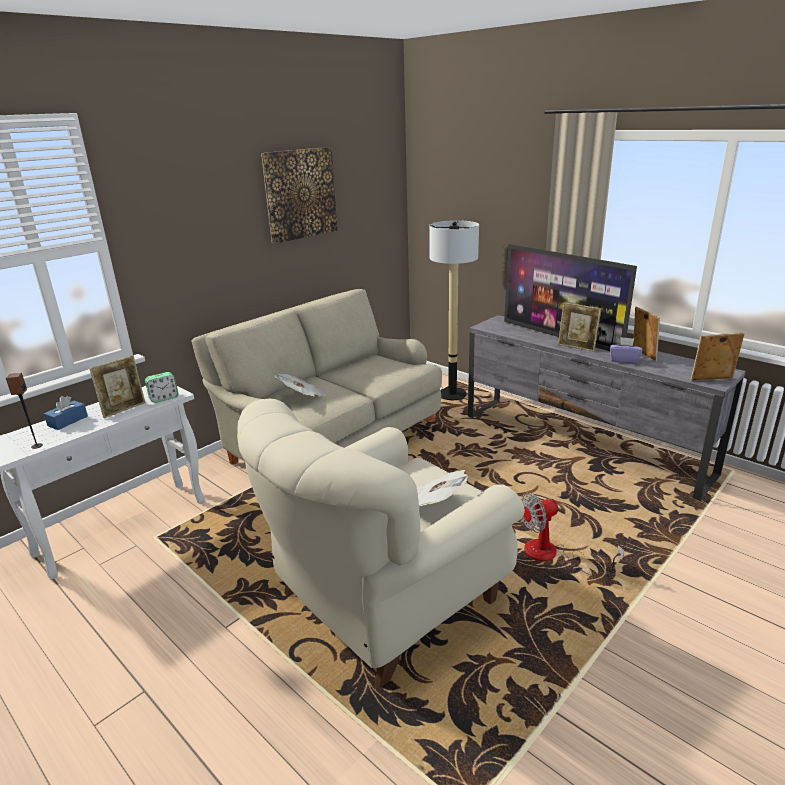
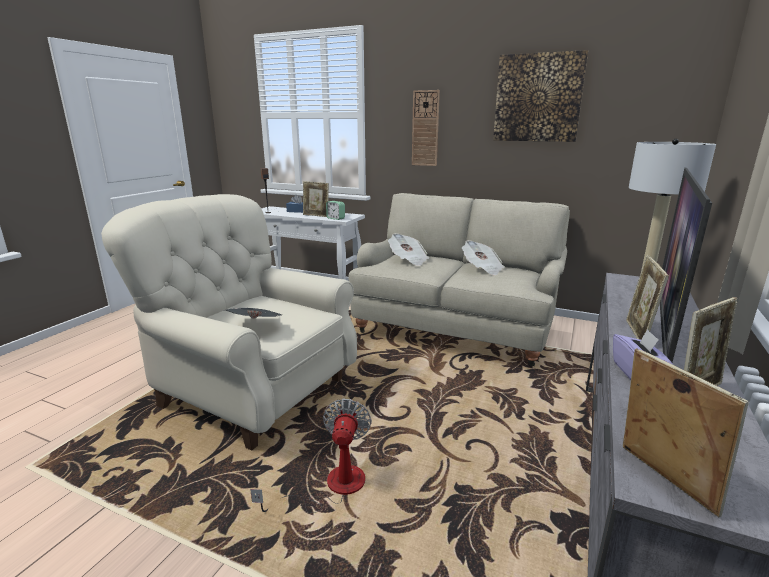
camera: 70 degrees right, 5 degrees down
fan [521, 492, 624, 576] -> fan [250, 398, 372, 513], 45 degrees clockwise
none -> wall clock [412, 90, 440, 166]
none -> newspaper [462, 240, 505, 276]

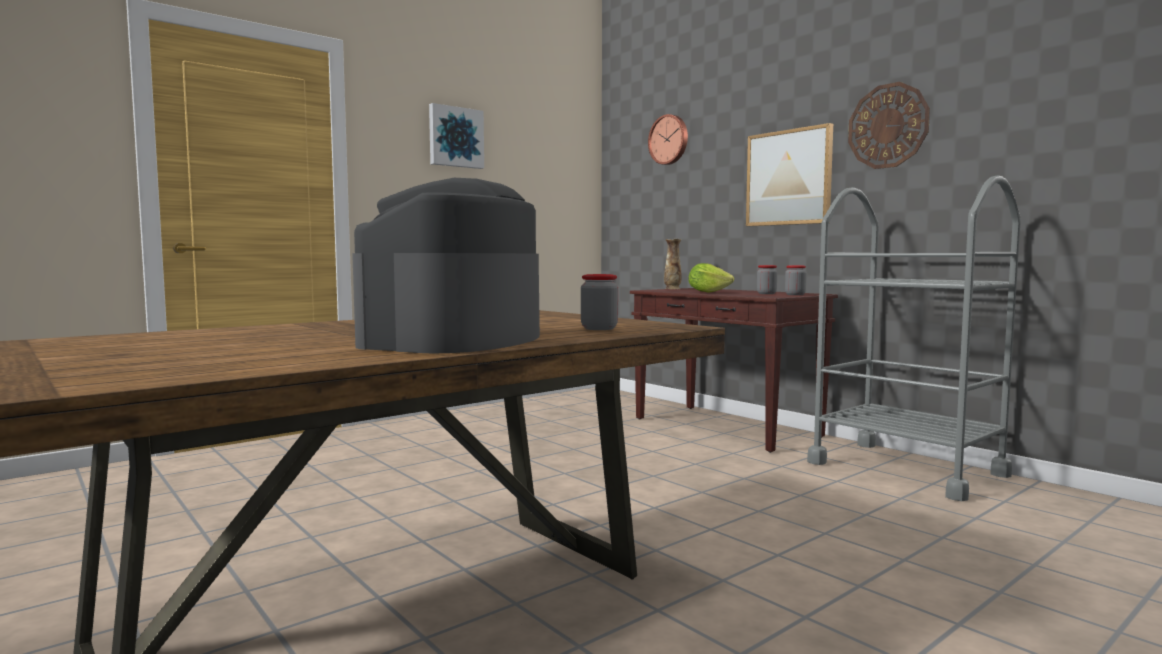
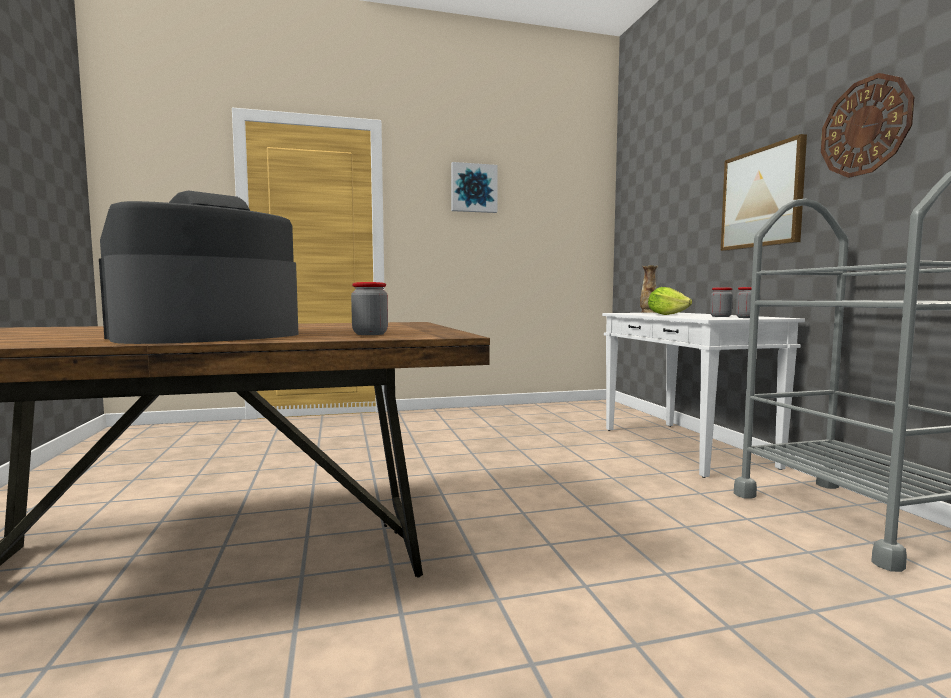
camera: 25 degrees right, 0 degrees up
console table in brown [630, 288, 838, 453] -> console table in white [602, 313, 805, 478]
wall clock [648, 114, 688, 165] -> none

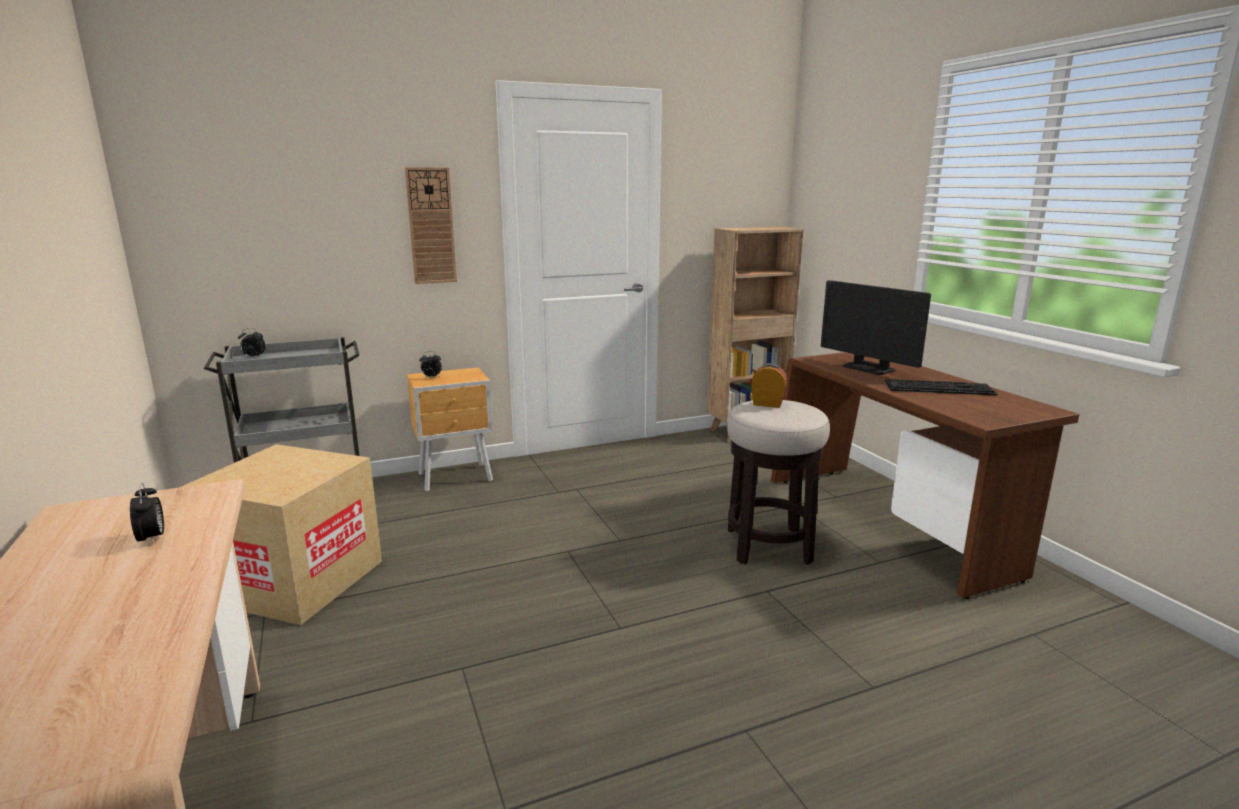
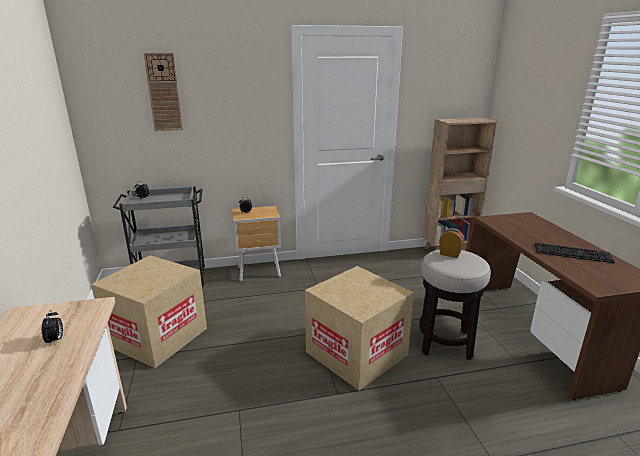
camera: 10 degrees right, 5 degrees up
wall clock [405, 167, 457, 284] -> wall clock [143, 53, 183, 131], shifted
none -> cardboard box [305, 266, 414, 391]
monitor [821, 280, 931, 375] -> none

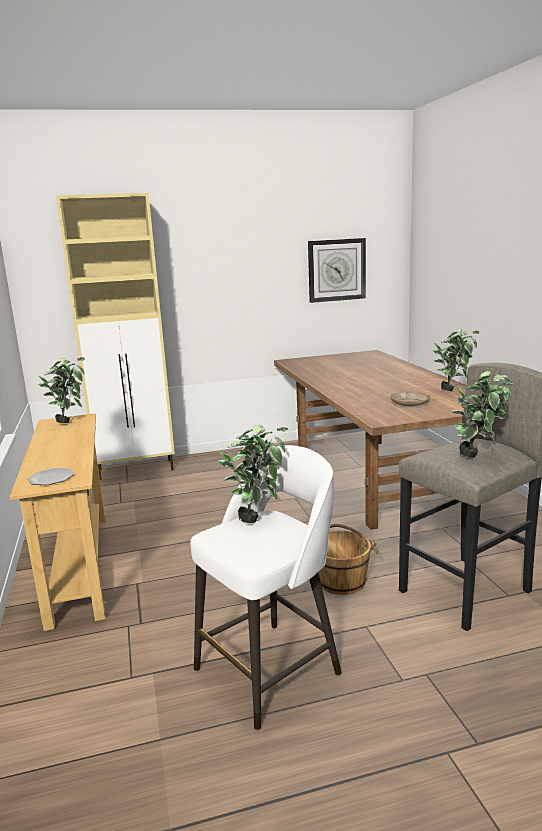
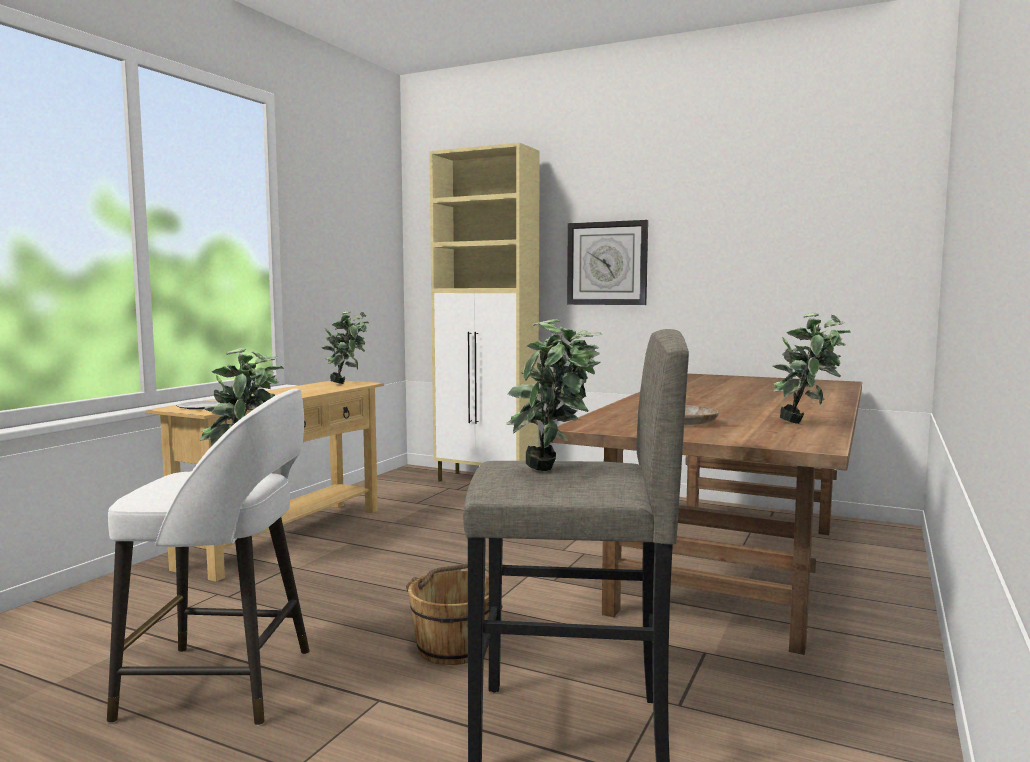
camera: 40 degrees right, 10 degrees down
wall clock [308, 238, 366, 303] -> wall clock [567, 220, 648, 305], shifted

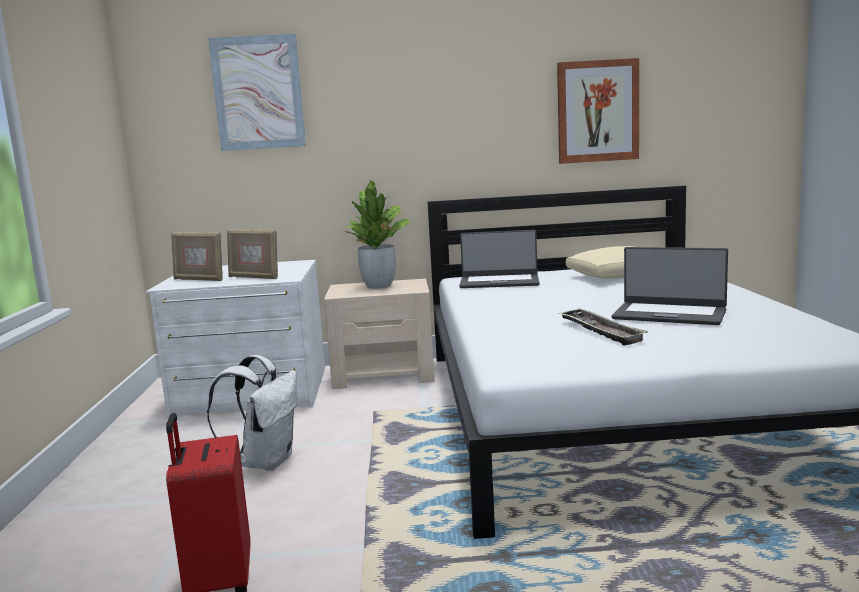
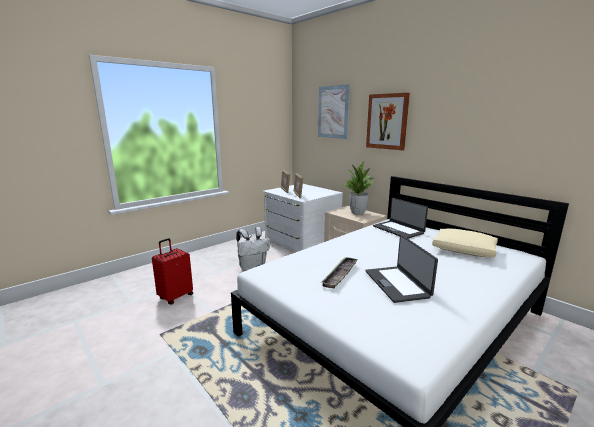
camera: 50 degrees right, 5 degrees up
picture [557, 58, 639, 164] -> picture [366, 93, 410, 150], shifted

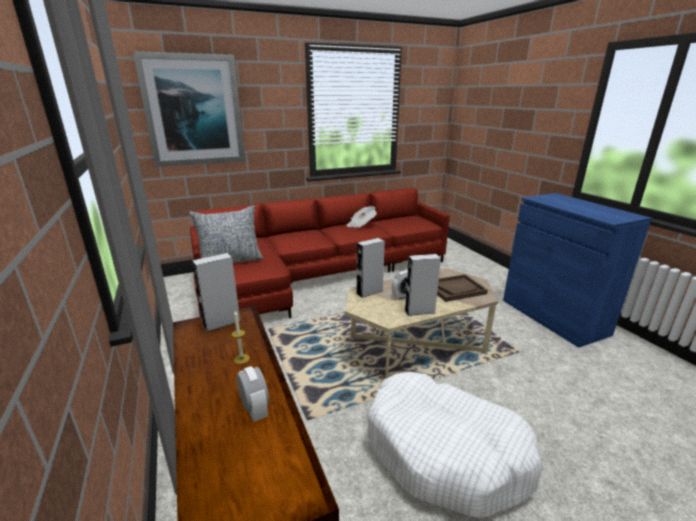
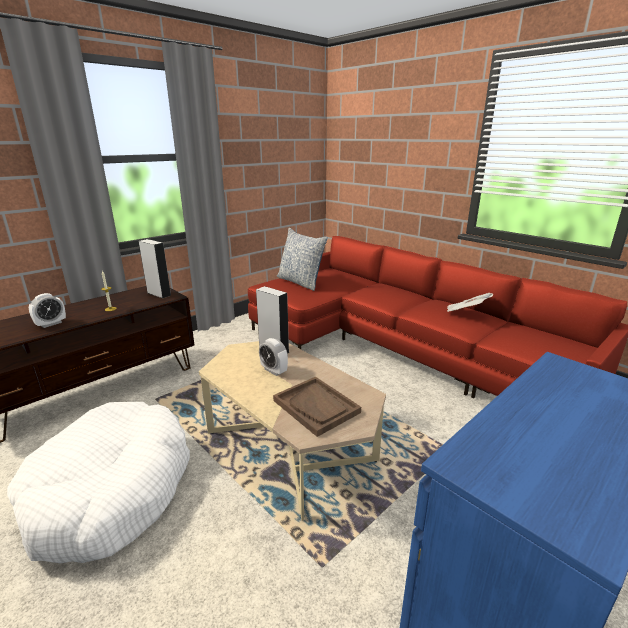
camera: 70 degrees right, 0 degrees up
picture [133, 51, 245, 167] -> none
speaker in grey [405, 254, 441, 316] -> none

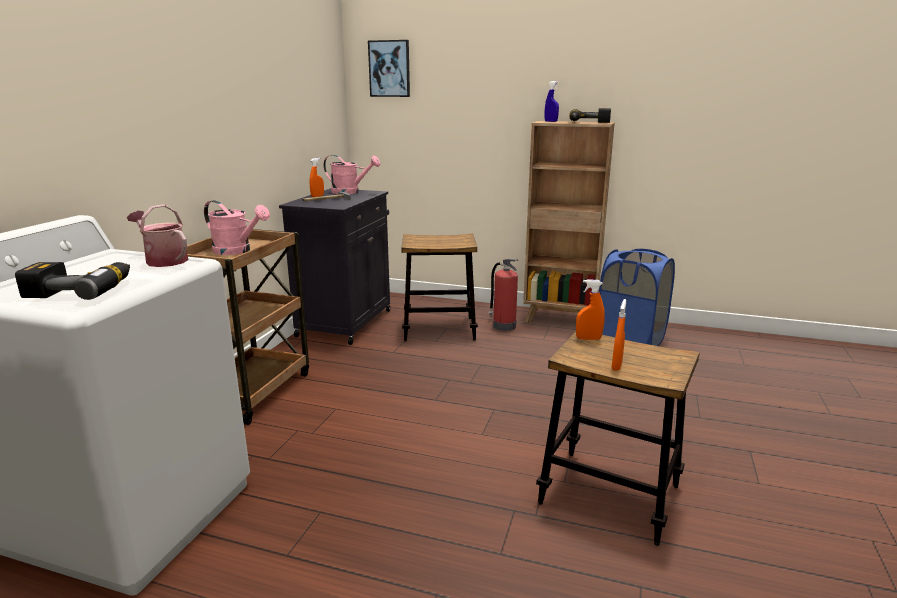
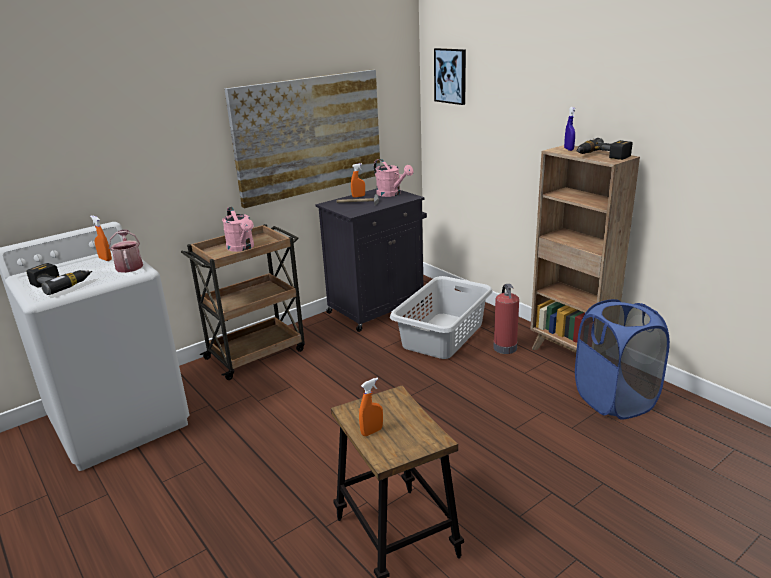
camera: 35 degrees right, 5 degrees up
spray bottle in orange [576, 279, 605, 340] -> spray bottle in orange [90, 216, 112, 261], shifted
none -> picture [224, 69, 380, 208]
stool [401, 234, 478, 342] -> laundry basket in grey [390, 276, 493, 359]

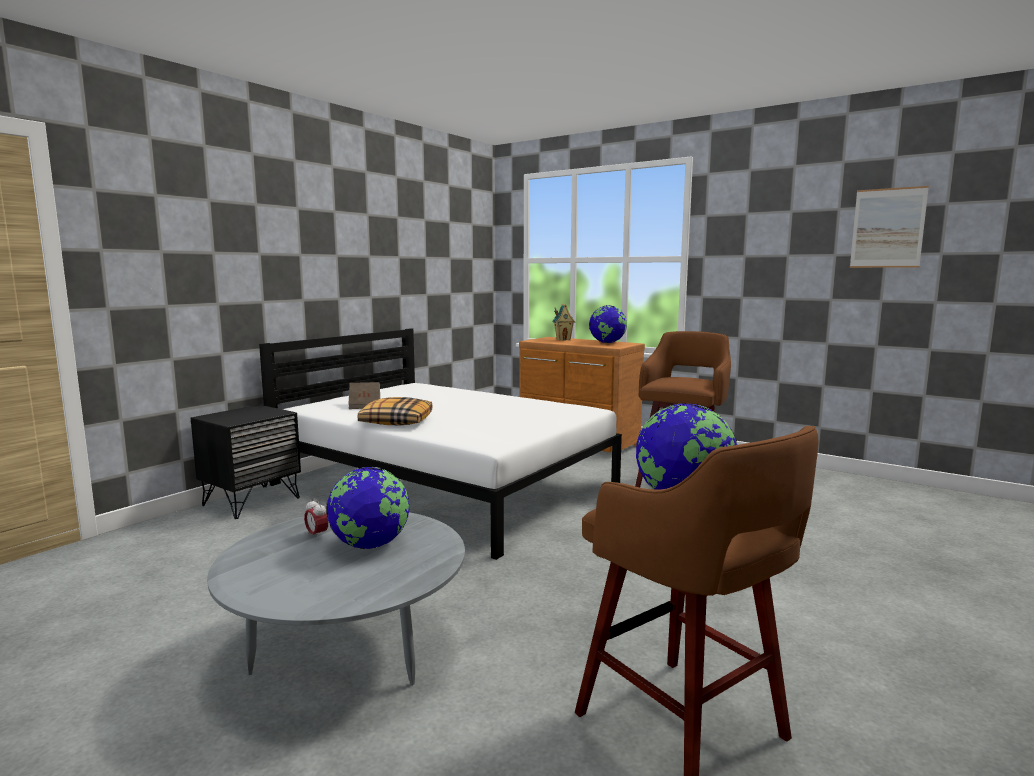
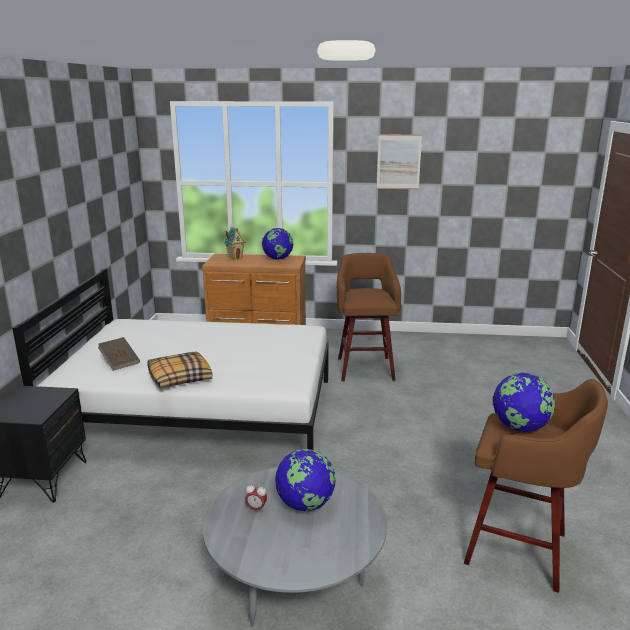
camera: 30 degrees left, 10 degrees up
picture [850, 186, 929, 268] -> picture [377, 134, 422, 189], shifted

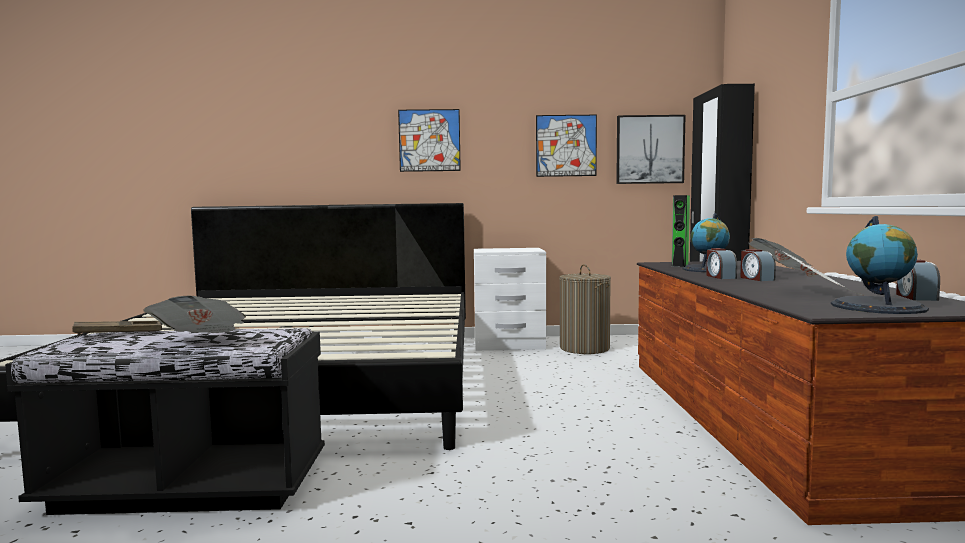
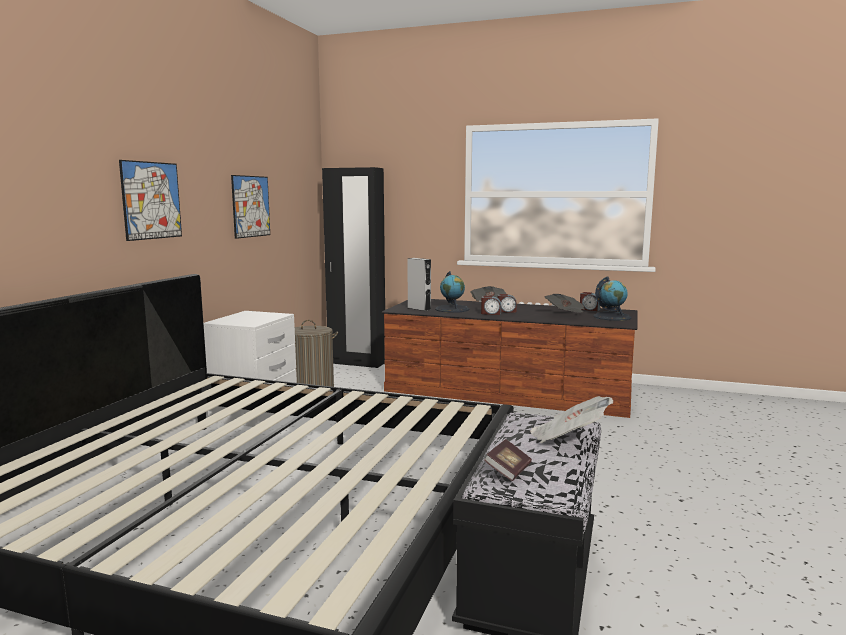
camera: 70 degrees left, 5 degrees up
speaker in green [672, 195, 690, 267] -> speaker in grey [408, 258, 431, 311]
tray in brown [72, 321, 162, 336] -> book [484, 439, 532, 481]
picture [616, 115, 686, 184] -> none

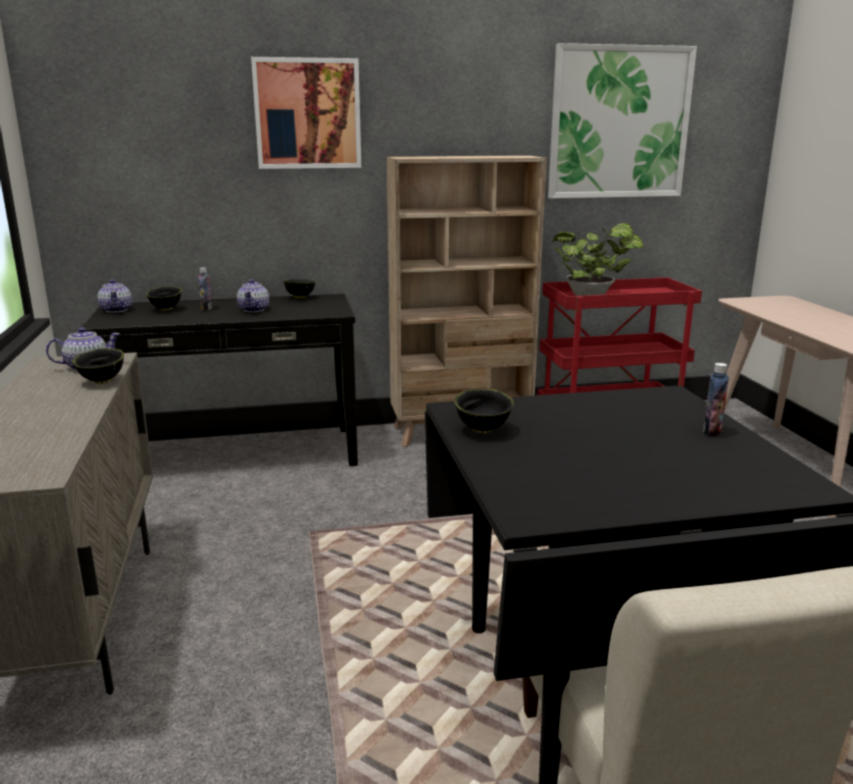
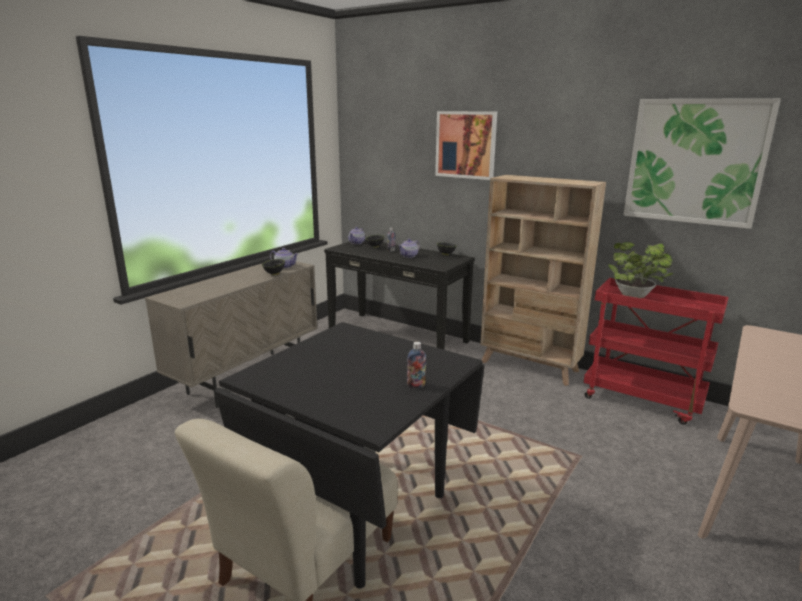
camera: 45 degrees right, 0 degrees up
bowl in black [454, 389, 514, 433] -> none

